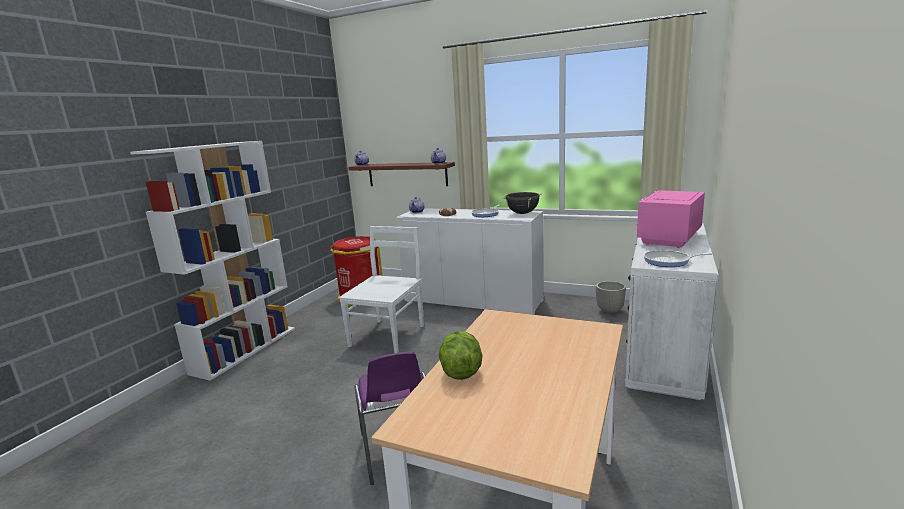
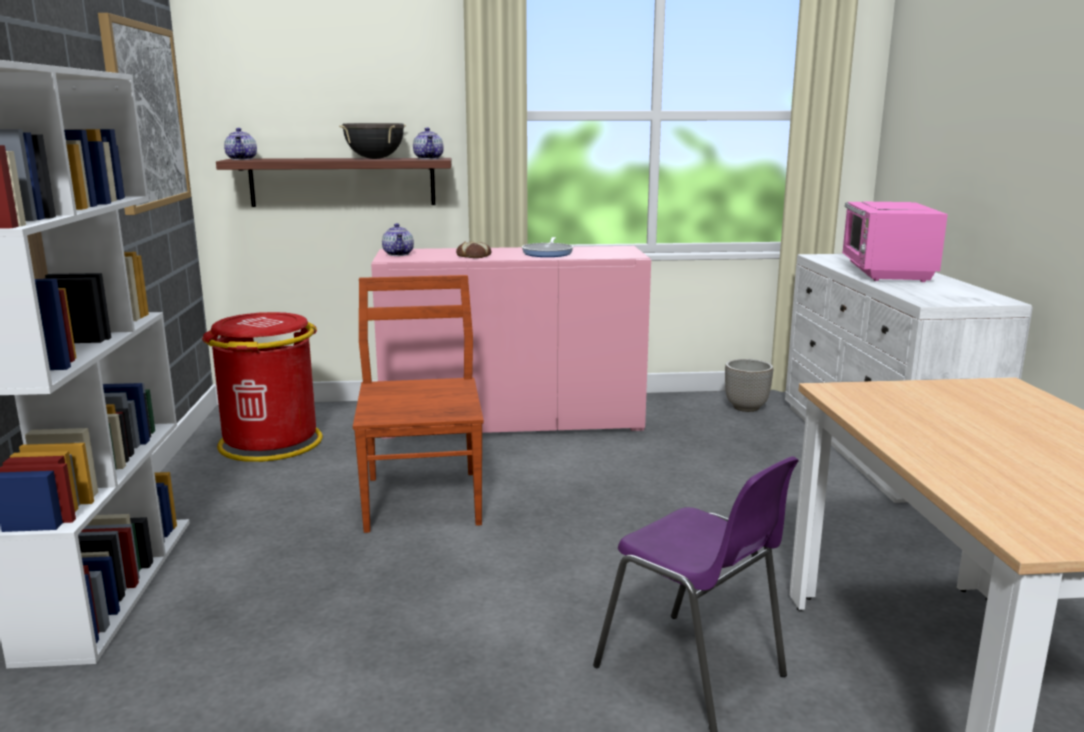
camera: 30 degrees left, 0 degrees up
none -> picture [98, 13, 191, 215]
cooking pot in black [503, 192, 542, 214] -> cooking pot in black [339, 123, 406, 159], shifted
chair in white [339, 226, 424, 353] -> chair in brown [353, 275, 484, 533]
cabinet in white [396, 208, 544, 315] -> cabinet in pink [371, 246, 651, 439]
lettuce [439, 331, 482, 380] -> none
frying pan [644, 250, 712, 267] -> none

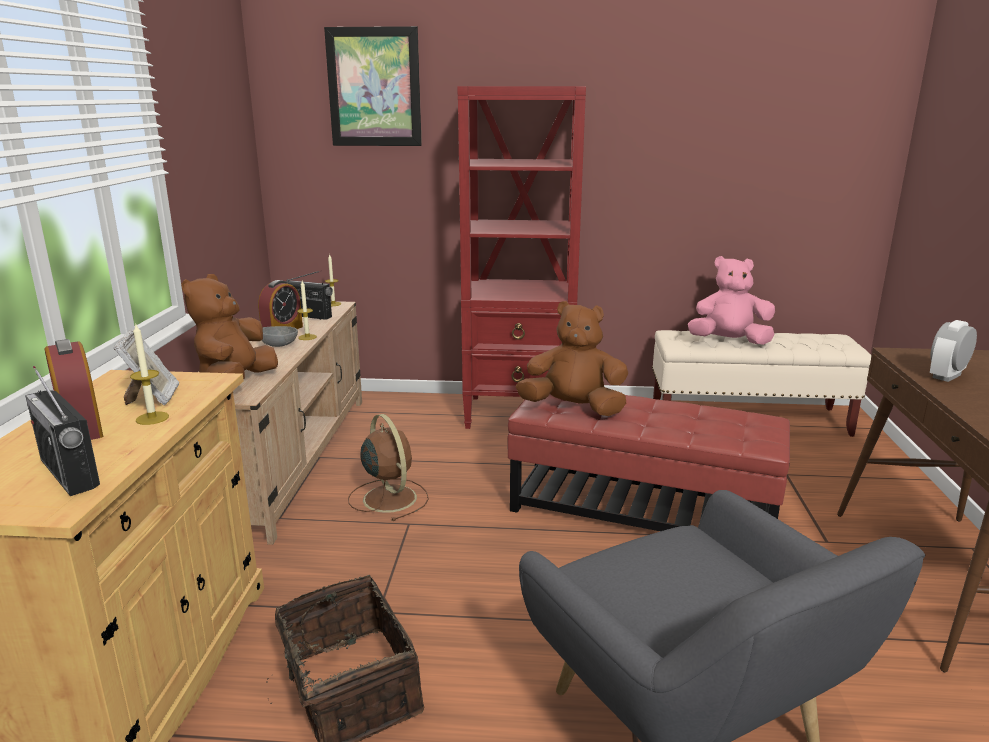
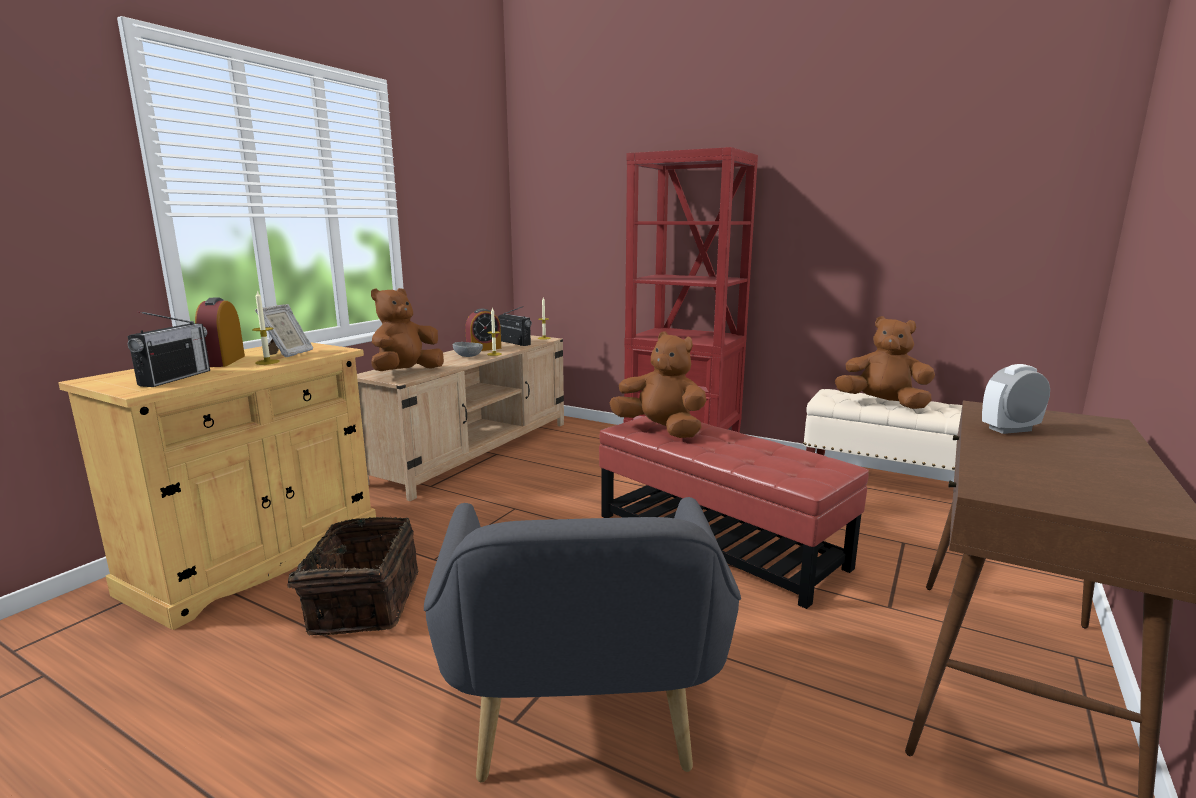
camera: 25 degrees right, 5 degrees down
radio [25, 366, 100, 496] -> radio [128, 311, 210, 387], 150 degrees counterclockwise
plush toy in pink [688, 256, 775, 345] -> plush toy in brown [835, 316, 935, 409]
picture [324, 26, 422, 146] -> none
fan in brown [348, 414, 429, 521] -> none

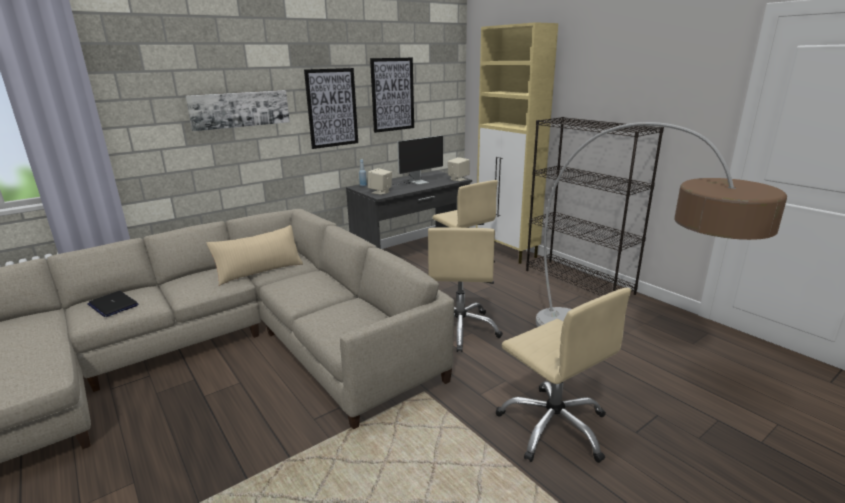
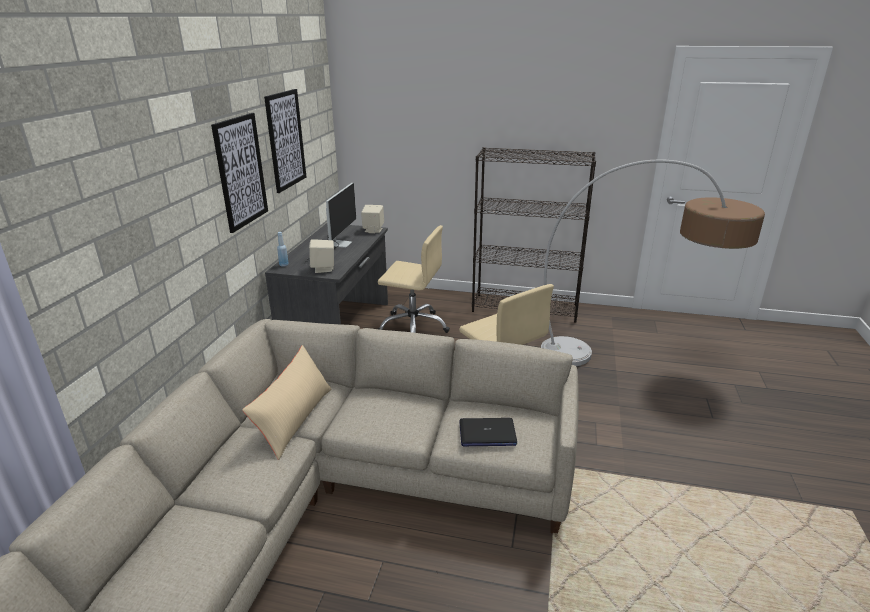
camera: 40 degrees left, 5 degrees up
laptop [87, 291, 138, 317] -> laptop [459, 418, 517, 446], shifted
picture [186, 90, 290, 131] -> none
cabinet in beige [476, 22, 558, 264] -> none
office chair in beige [495, 287, 631, 463] -> none

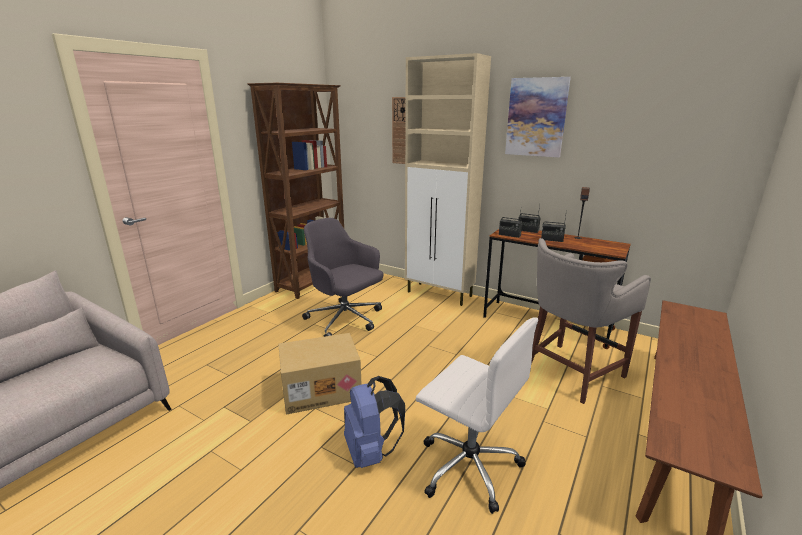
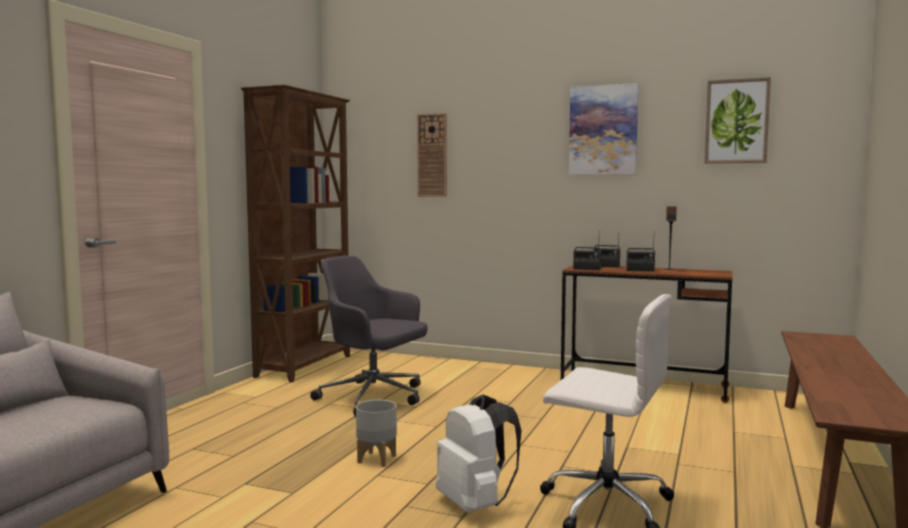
camera: 10 degrees left, 15 degrees down
cardboard box [278, 333, 362, 415] -> planter in grey [356, 400, 397, 467]
backpack in blue [344, 376, 405, 468] -> backpack in white [435, 395, 522, 513]
none -> picture [705, 77, 771, 164]
cabinet in beige [405, 53, 491, 306] -> none
stool in grey [531, 238, 651, 404] -> none

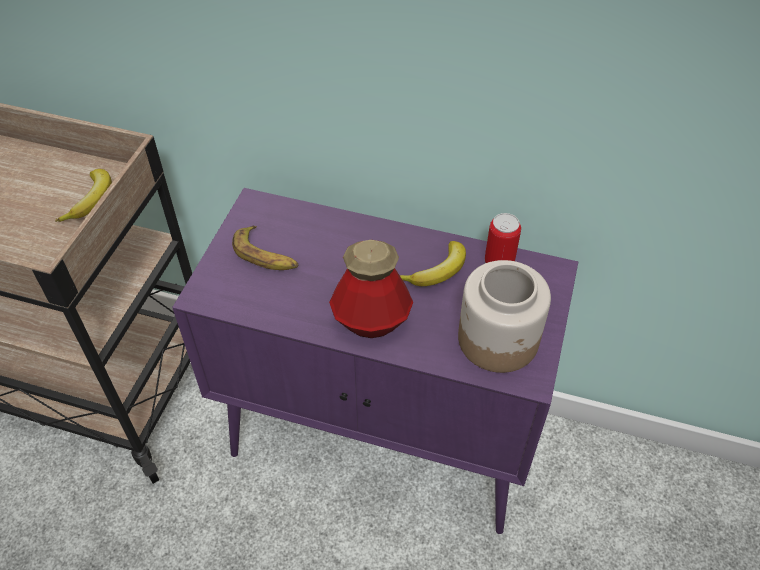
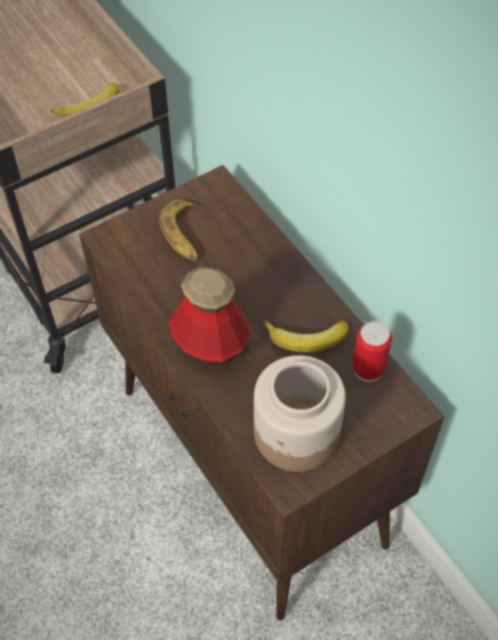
camera: 40 degrees right, 5 degrees up
cabinet in purple [172, 188, 578, 534] -> cabinet in brown [79, 165, 445, 620]

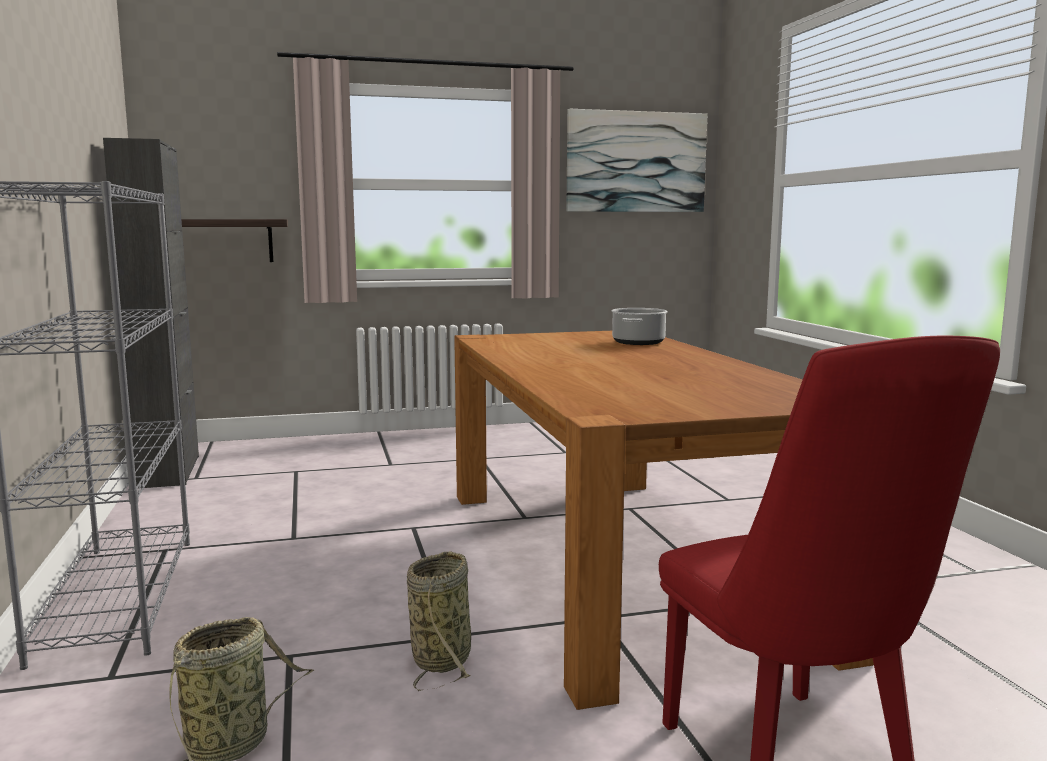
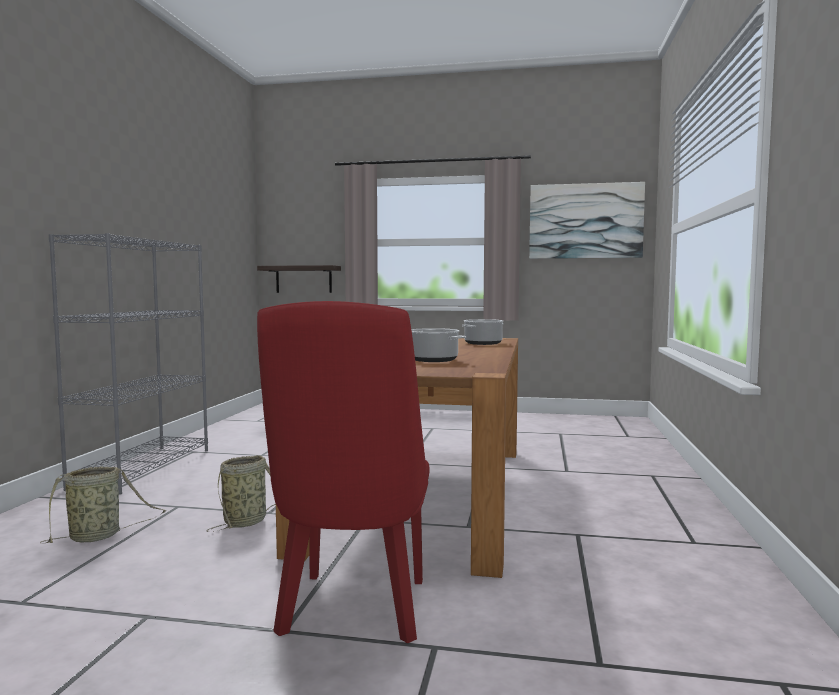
camera: 25 degrees right, 5 degrees down
none -> cooking pot [411, 328, 466, 362]
cabinet in black [103, 138, 199, 488] -> none

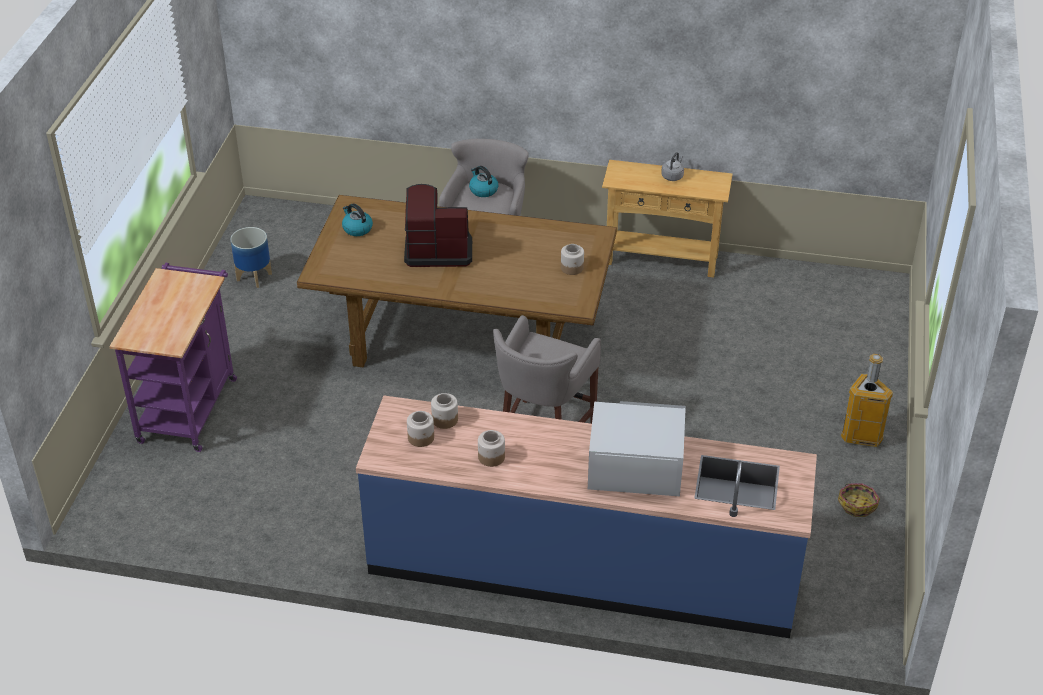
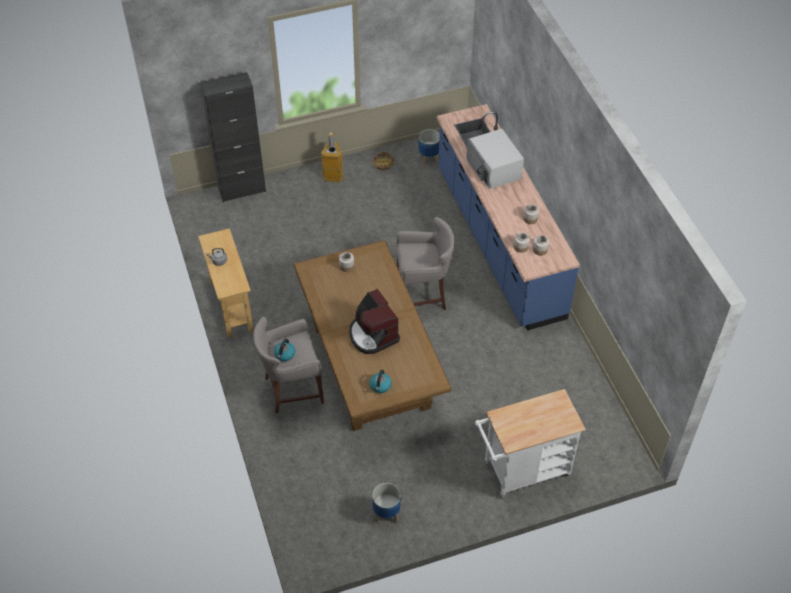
camera: 120 degrees left, 10 degrees up
none -> cabinet in black [200, 72, 266, 202]
none -> planter [419, 129, 440, 166]
cart in purple [109, 263, 237, 452] -> cart in white [475, 389, 586, 498]

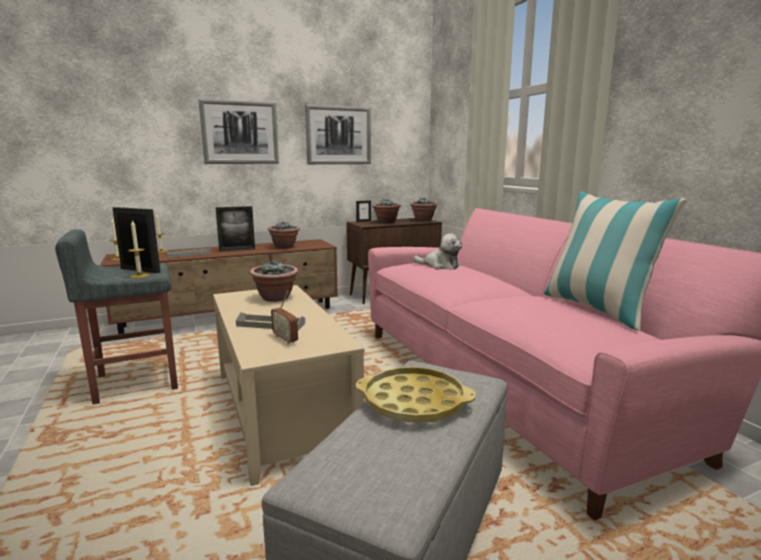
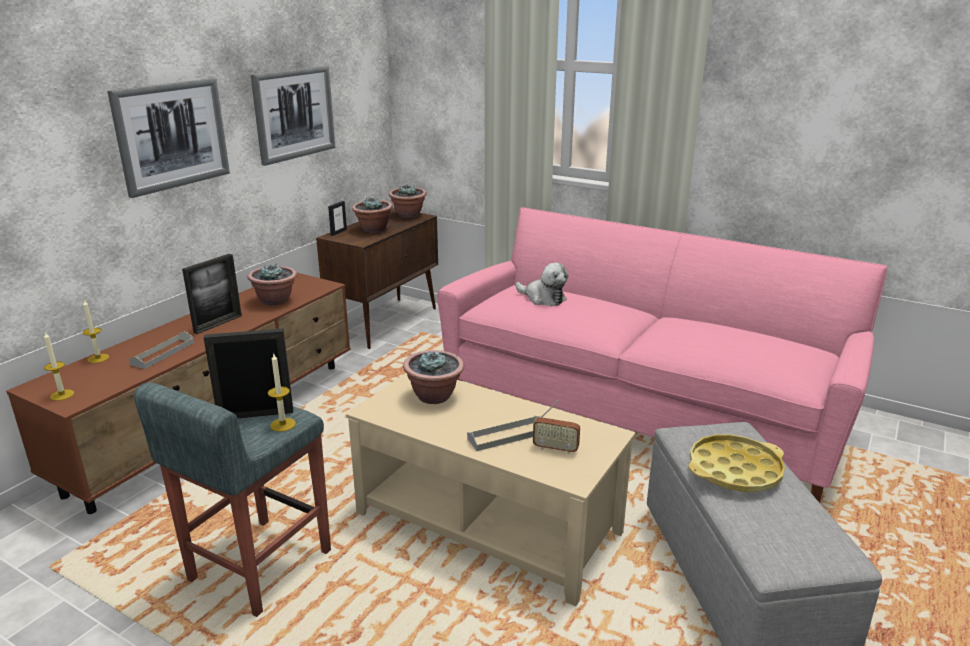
camera: 35 degrees left, 10 degrees up
plush toy [414, 233, 462, 270] -> plush toy [516, 262, 569, 306], 45 degrees clockwise
pillow [543, 191, 687, 331] -> none

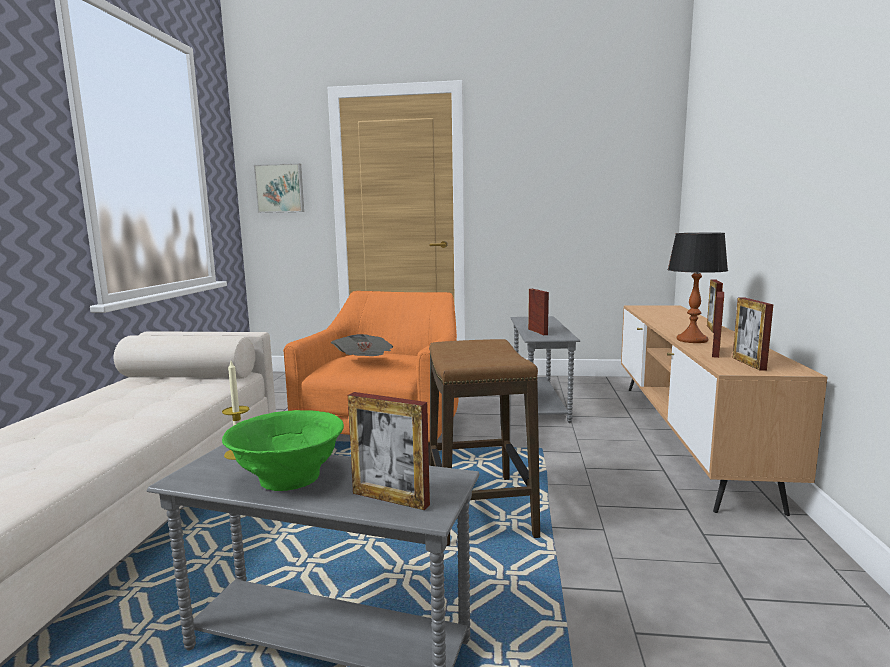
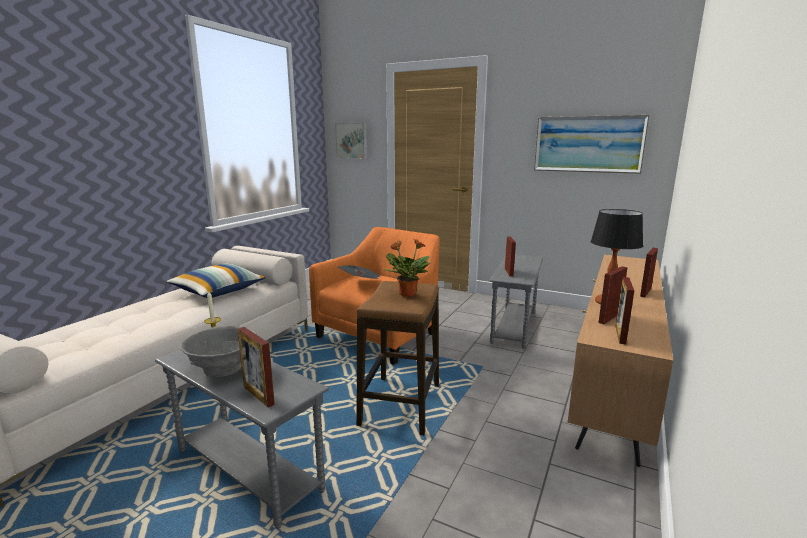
camera: 20 degrees right, 5 degrees up
none -> pillow [166, 264, 266, 298]
bowl in green [222, 410, 344, 491] -> bowl in grey [180, 326, 257, 377]
none -> potted plant [385, 239, 432, 297]
none -> picture [534, 115, 650, 174]

